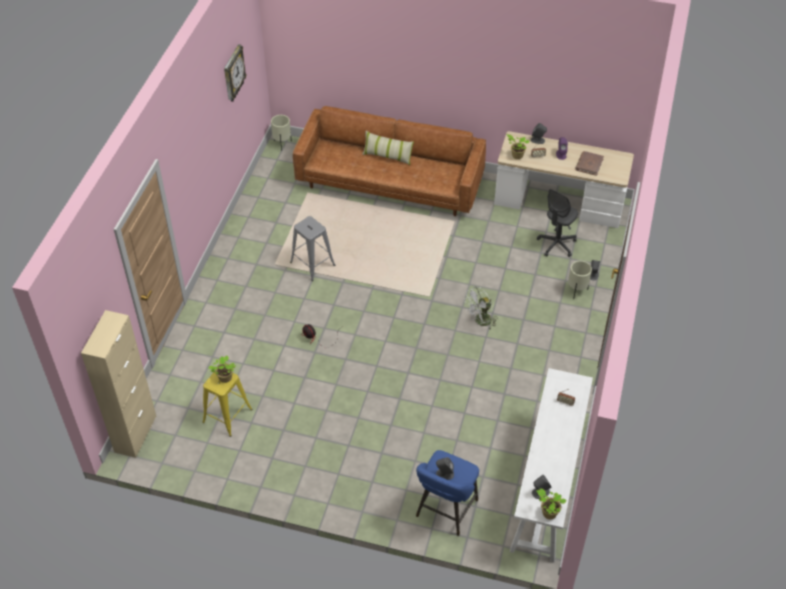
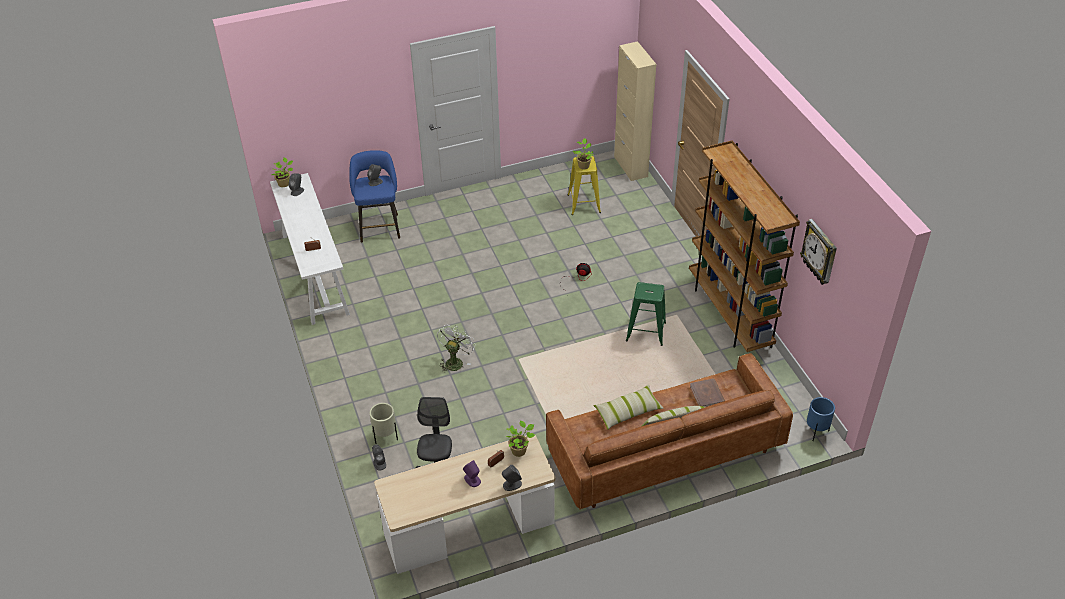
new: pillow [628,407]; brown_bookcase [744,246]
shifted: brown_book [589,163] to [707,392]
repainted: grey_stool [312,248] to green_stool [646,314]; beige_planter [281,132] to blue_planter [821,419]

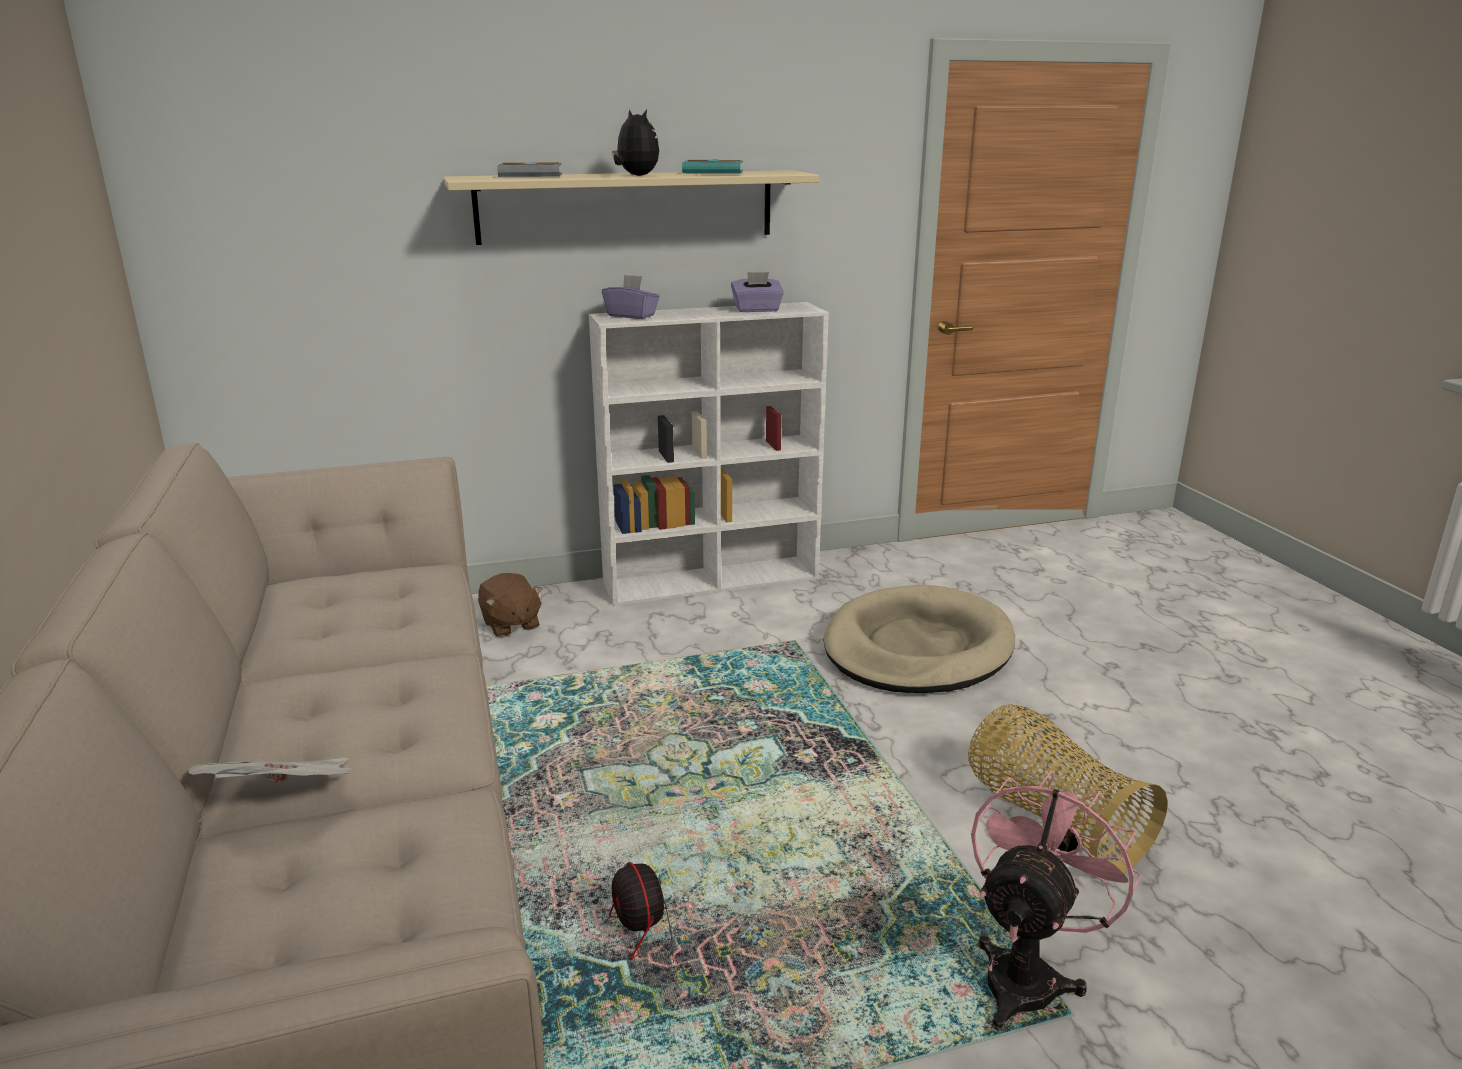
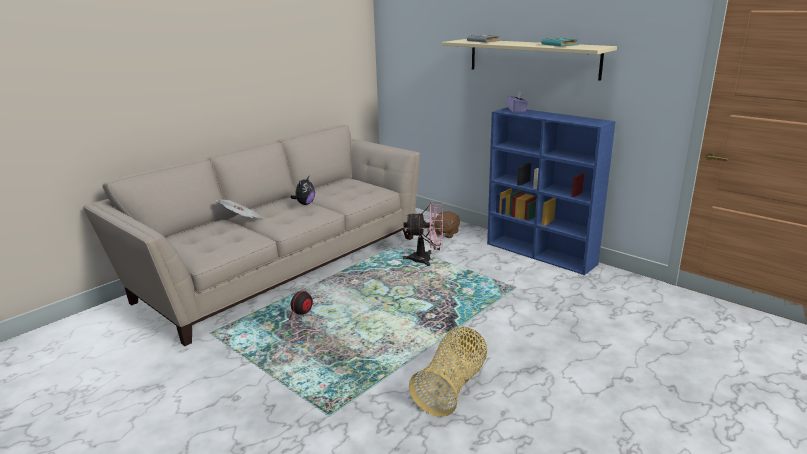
gone: purple_tissue_box [757,292]; beige_dog_bed [919,639]
shifted: plush_toy [635,143] to [302,190]; pink_fan [1056,901] to [423,234]
repainted: white_bookcase [709,454] to blue_bookcase [551,191]

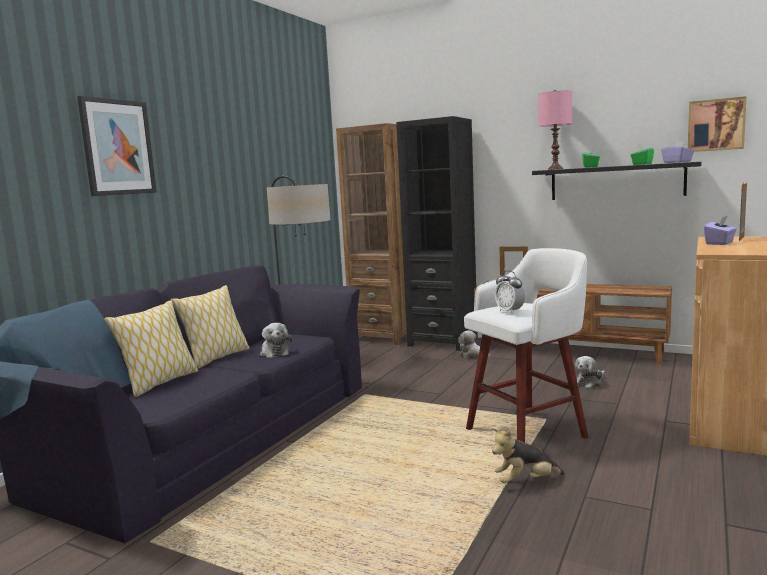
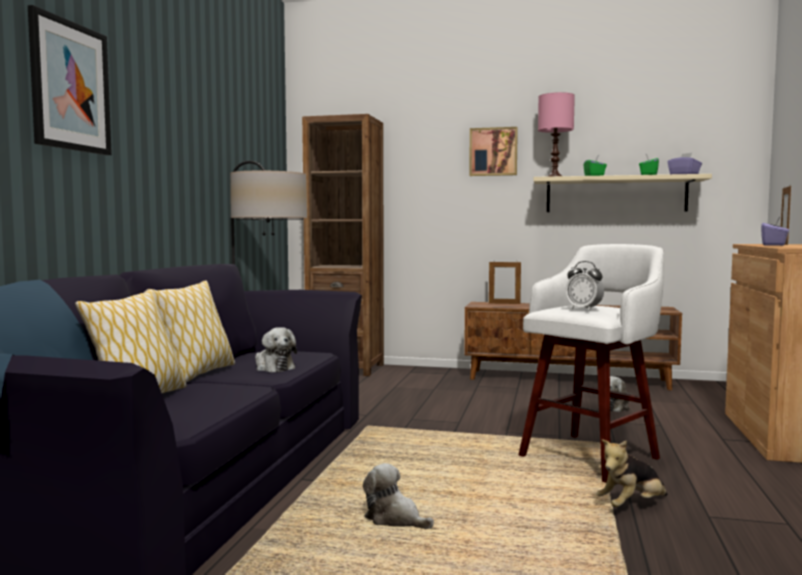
gone: black_bookcase [437,233]
shifted: plush_toy [474,344] to [398,496]; picture [717,124] to [493,151]
repainted: black_shelf [617,181] to beige_shelf [622,193]

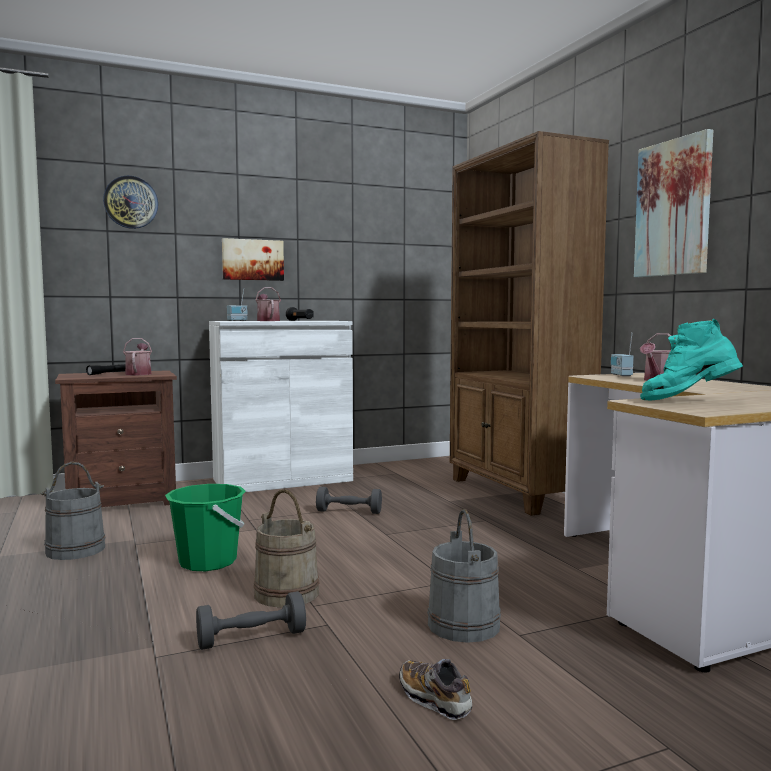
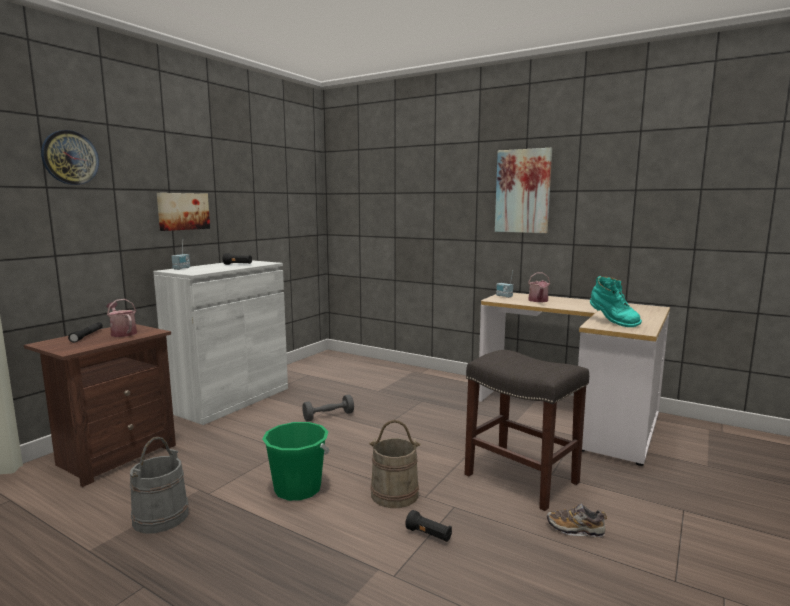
gone: watering_can [268,304]; brown_bookcase [529,323]
swapped: grey_dumbbell [251,620] to black_flashlight [428,526]; grey_bucket [464,576] to grey_stool [527,430]
rotated: turquoise_boot [691,359] = [616,301] 90 degrees counterclockwise

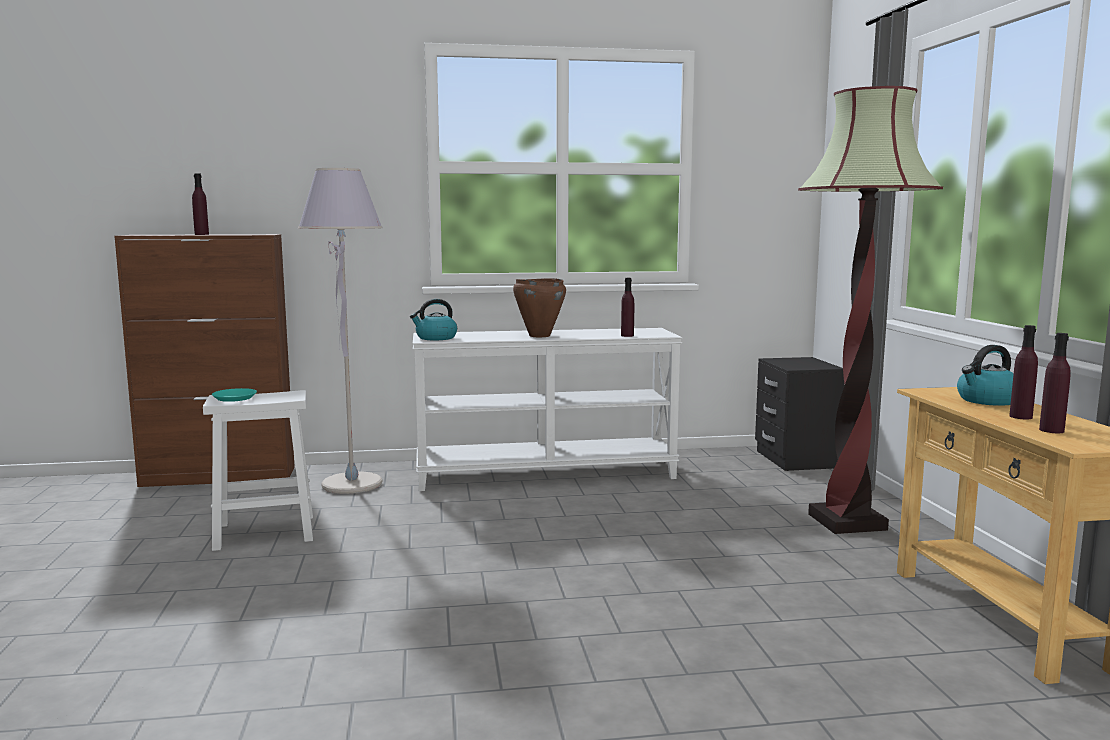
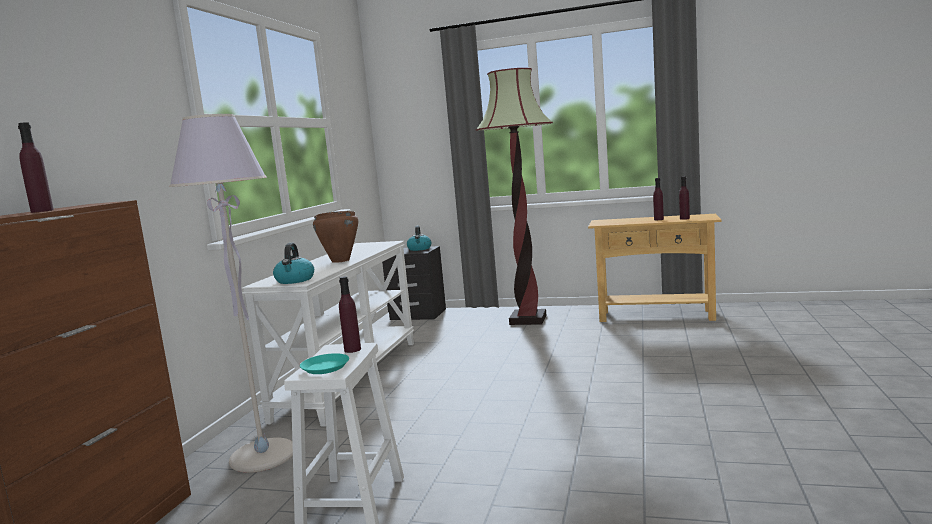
shifted: purple_bottle [627,307] to [350,314]; kettle [985,375] to [419,238]

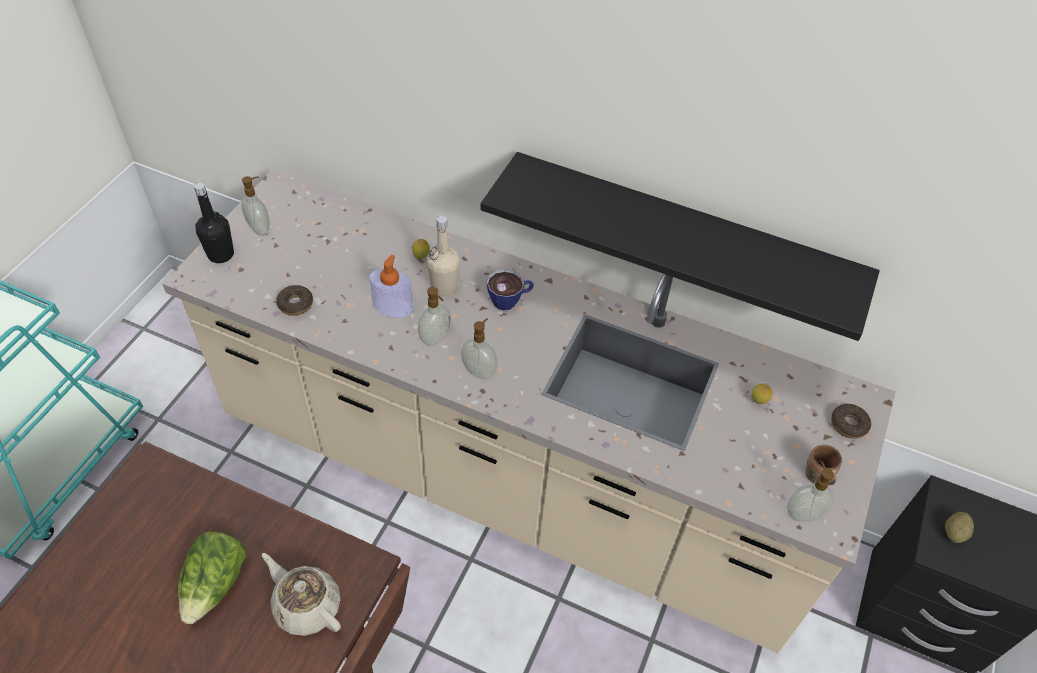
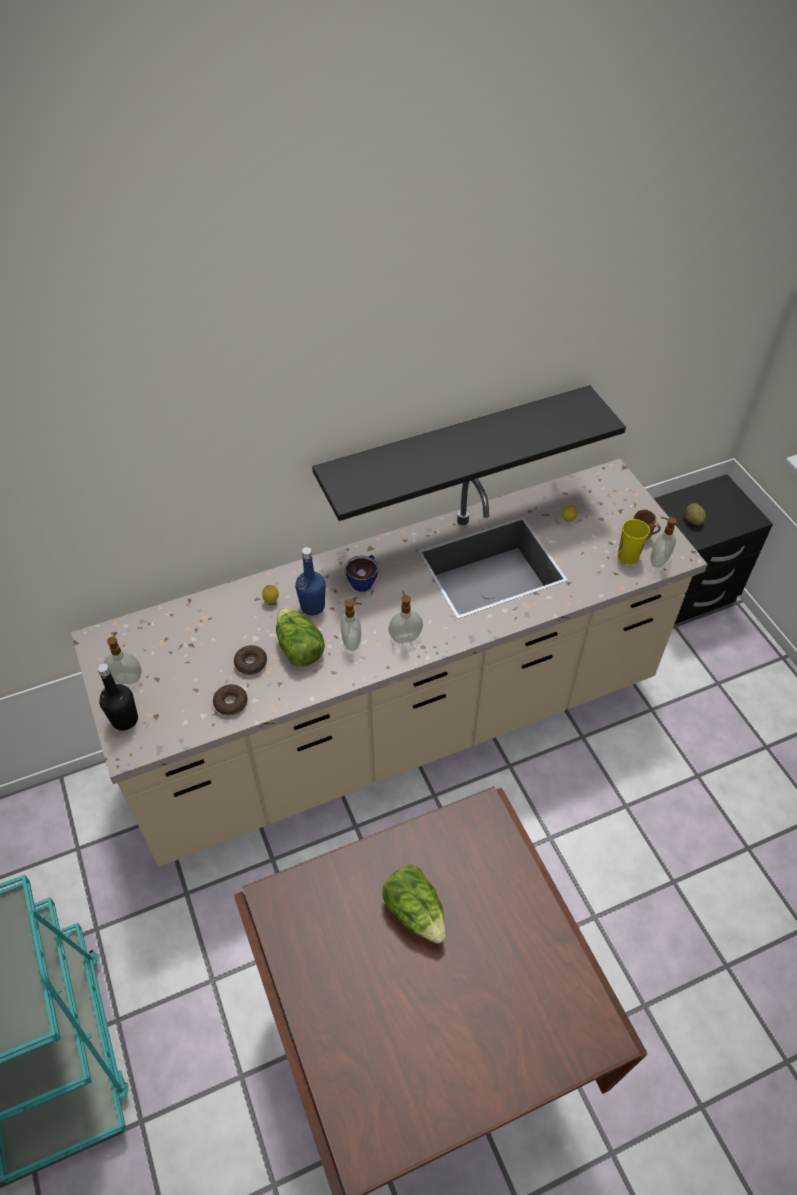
gone: beige_teapot [301,594]
new: cup [634,541]
shifted: donut [851,421] to [250,660]
swapped: soap_dispenser [391,286] to lettuce [300,637]
repainted: beige_bottle [443,256] to blue_bottle [310,581]

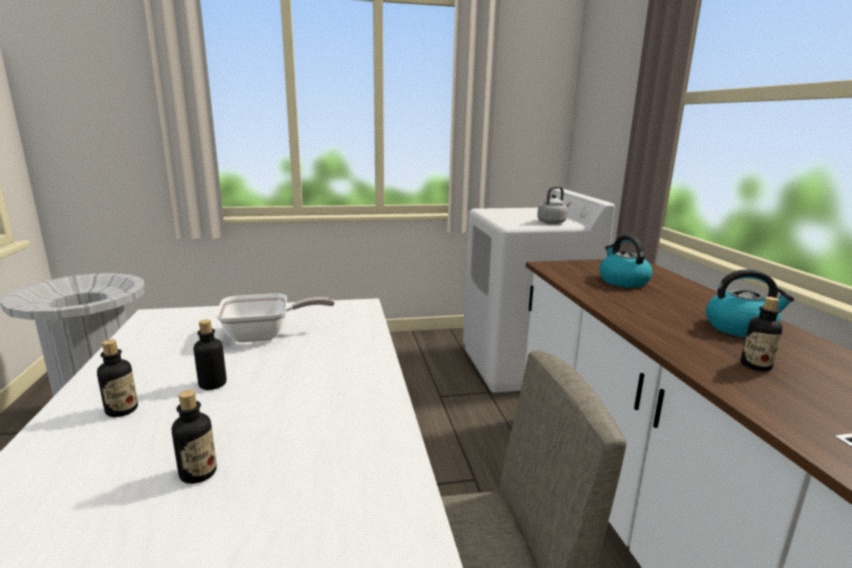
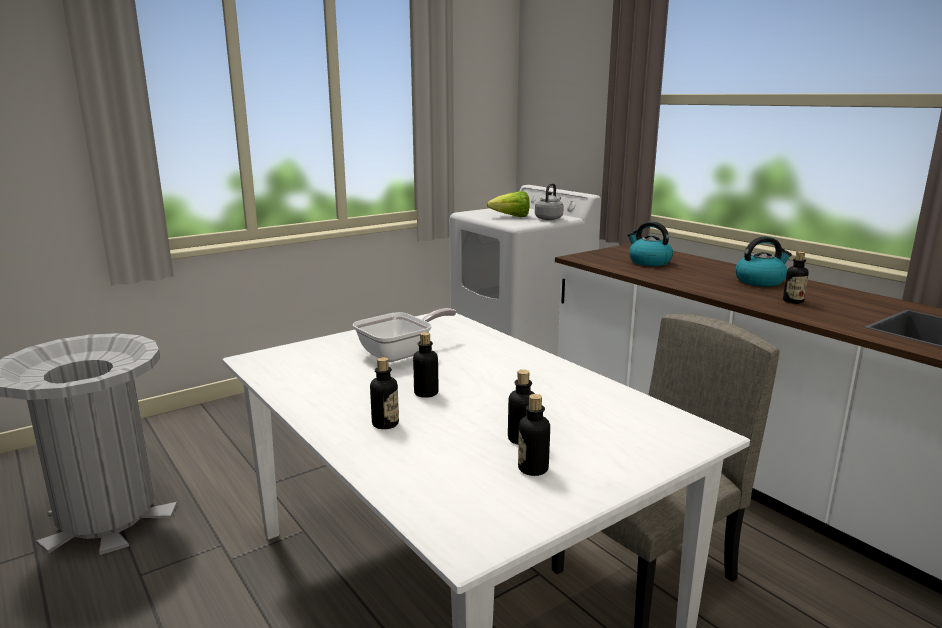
new: lettuce [508,204]; bottle [534,435]

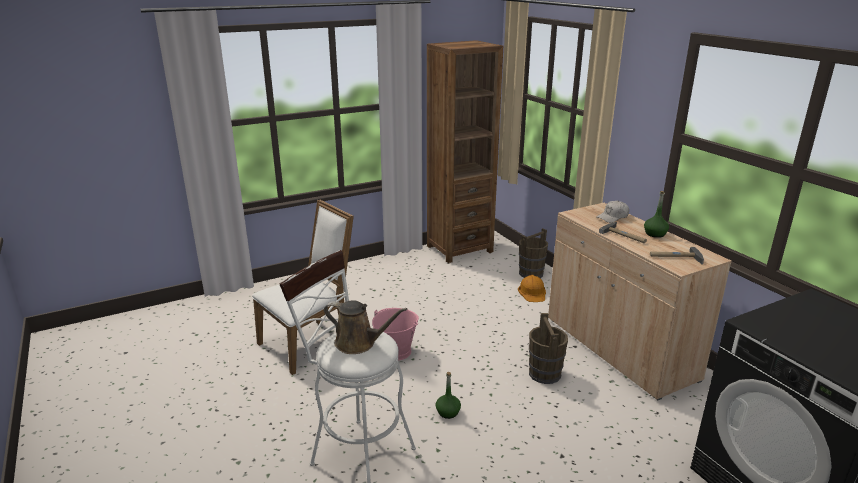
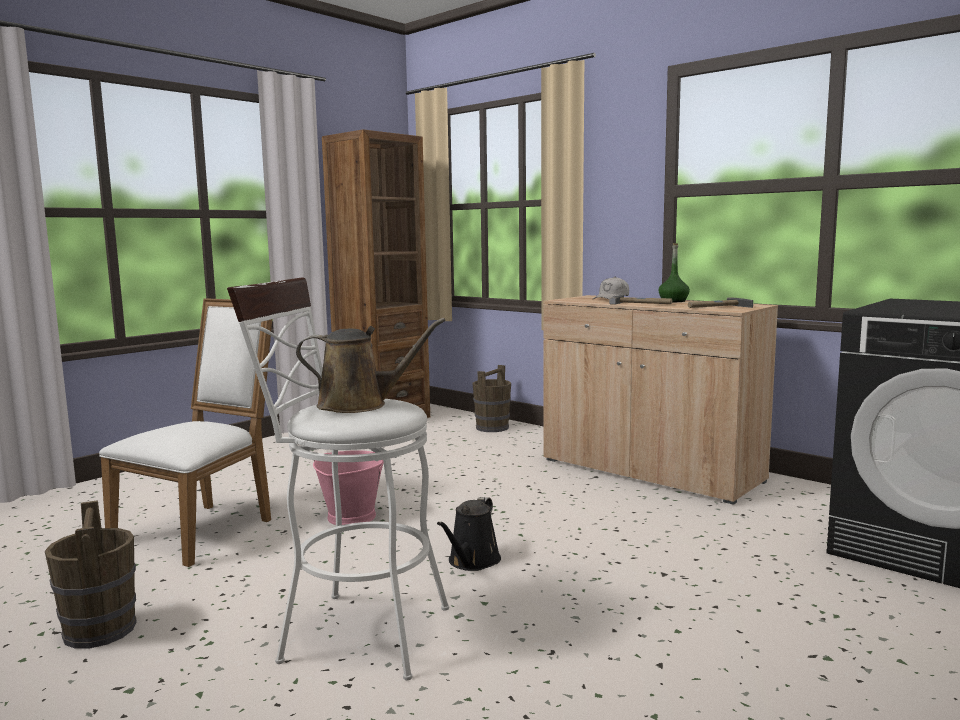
gone: orange_hard_hat [532,288]
shifted: brown_bucket [548,348] to [90,574]
swapped: green_bottle [448,395] to black_watering_can [469,534]

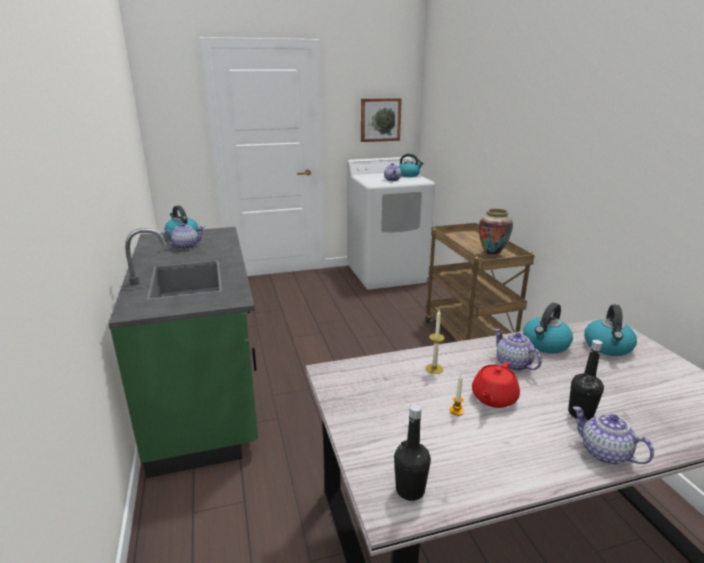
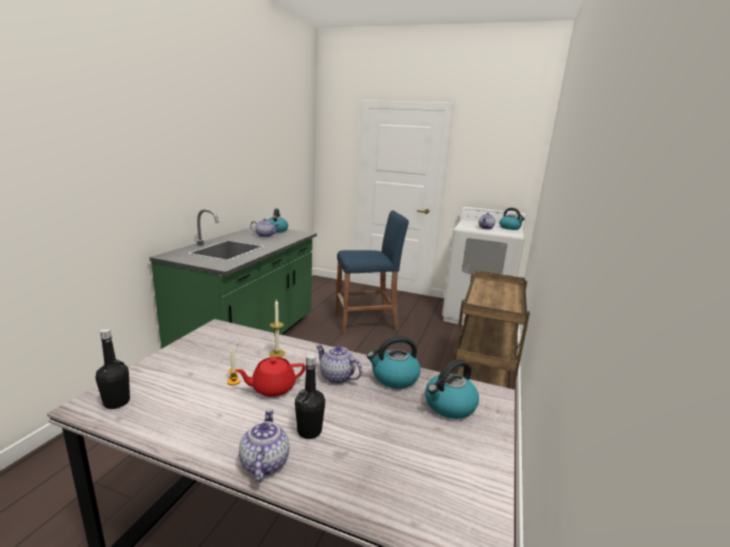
gone: picture [381,120]; vase [496,232]
new: blue_stool [372,271]
rotated: teapot [518,350] = [339,364] 60 degrees counterclockwise

